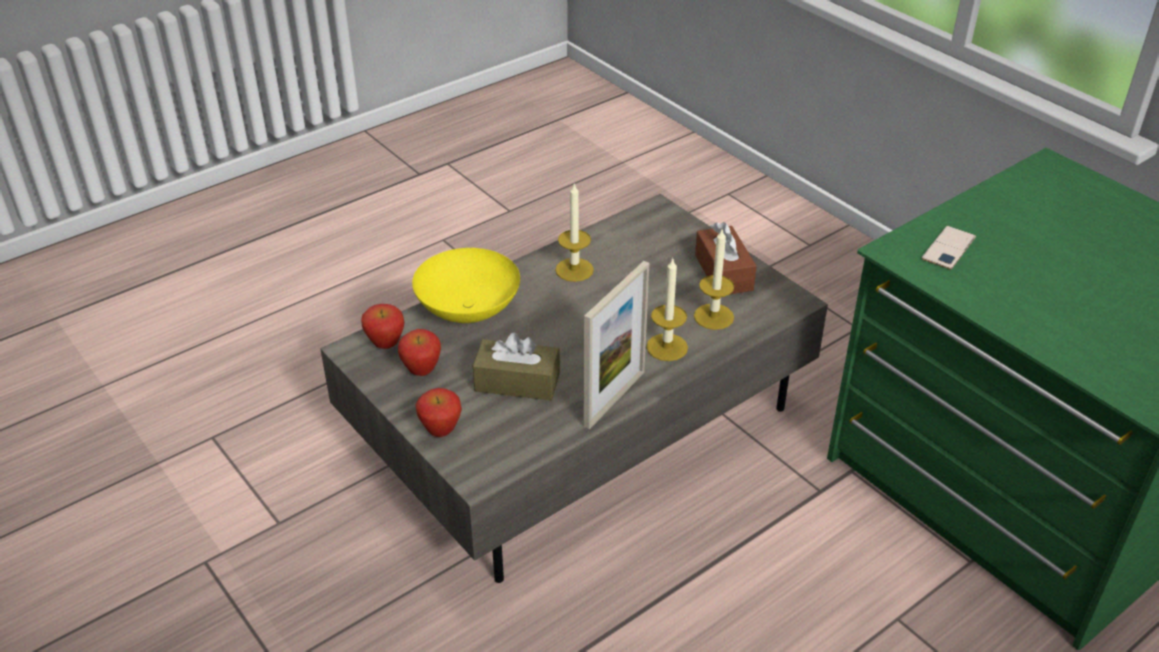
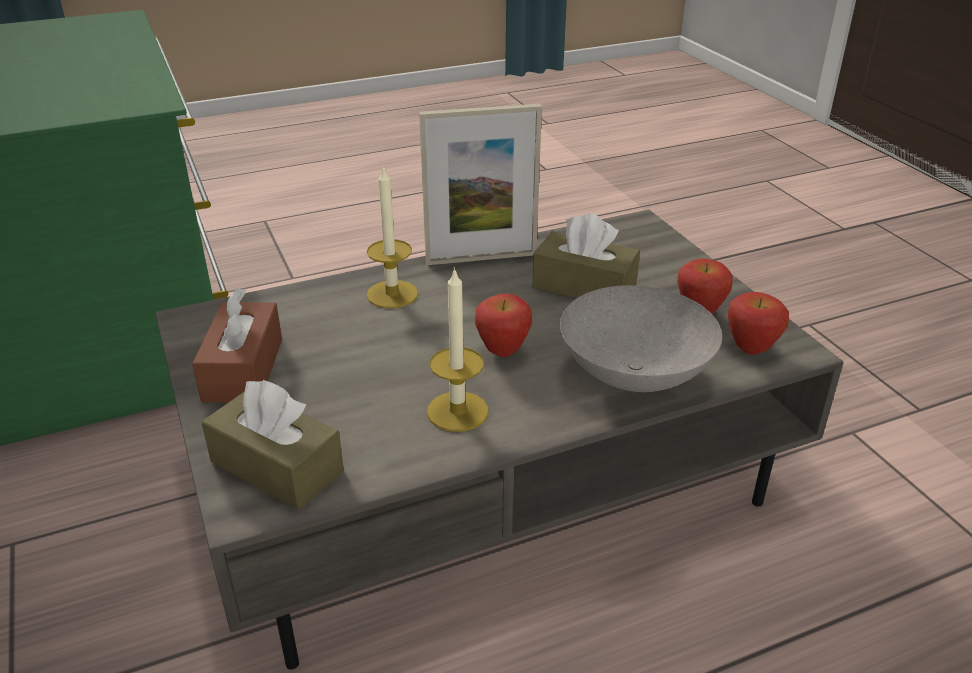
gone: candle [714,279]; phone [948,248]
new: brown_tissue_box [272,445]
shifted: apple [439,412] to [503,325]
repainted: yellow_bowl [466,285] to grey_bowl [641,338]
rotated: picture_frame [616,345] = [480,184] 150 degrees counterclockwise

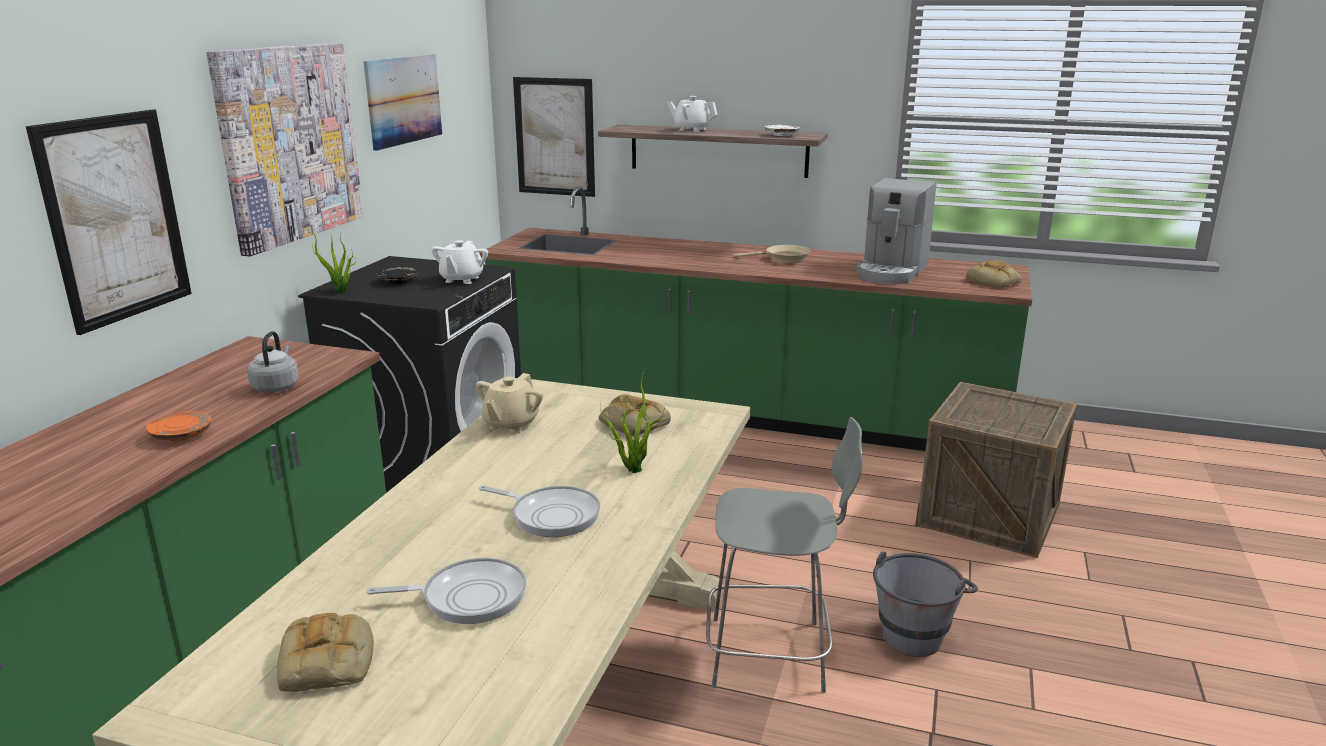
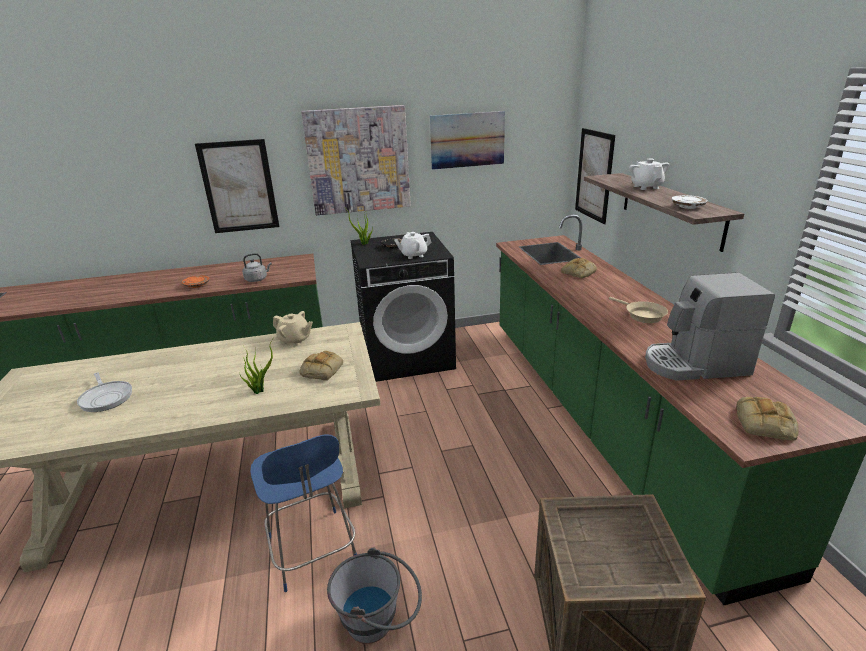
gone: frying_pan [539,511]
shifted: bread [325,652] to [579,268]
repainted: grey_chair [784,555] to blue_chair [303,513]
rotated: beige_teapot [509,403] = [293,328] 150 degrees counterclockwise

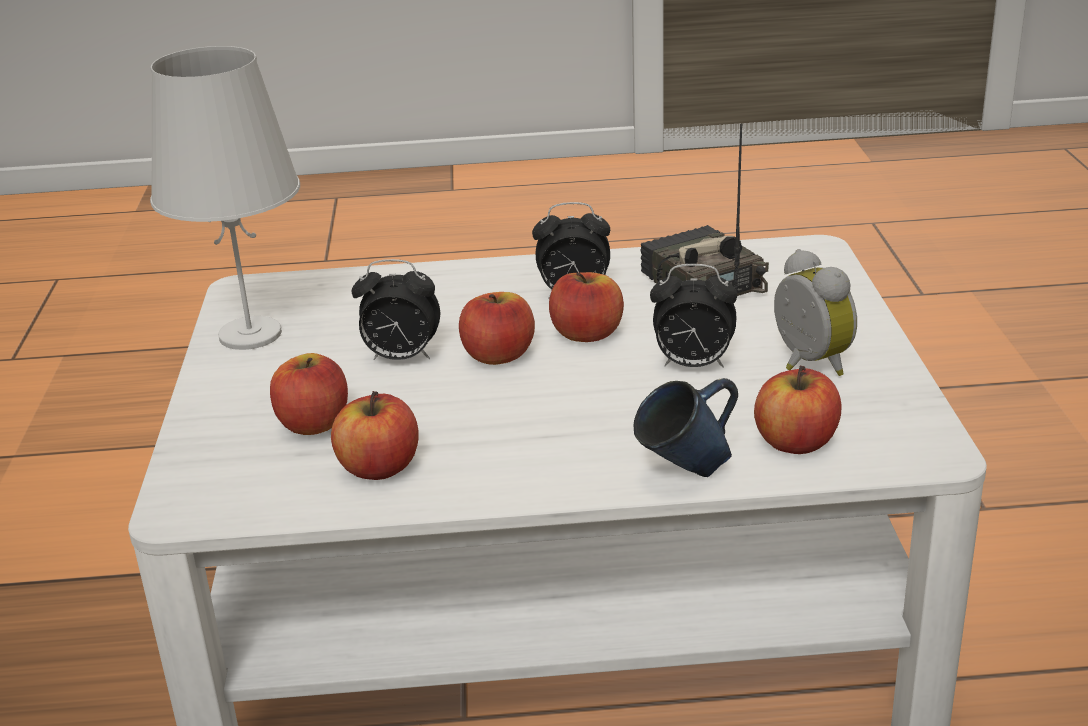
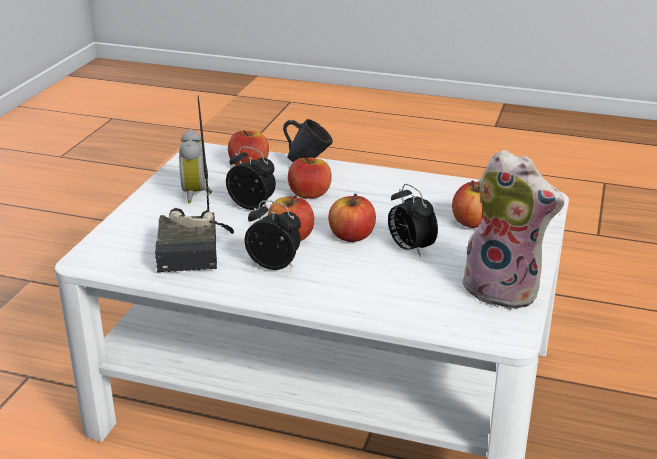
shifted: apple [375,435] to [310,178]
swapped: white_table_lamp [225,198] to plush_toy [511,230]
rotated: alarm_clock [395,309] = [413,220] 150 degrees counterclockwise

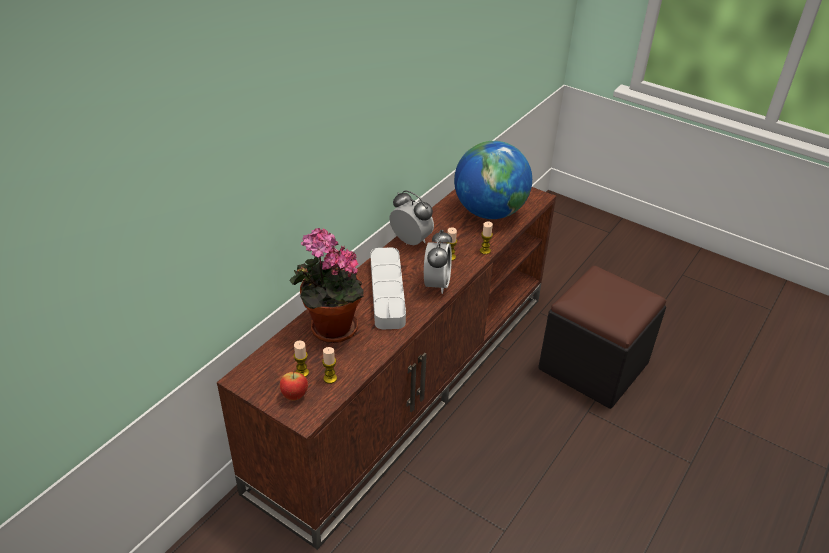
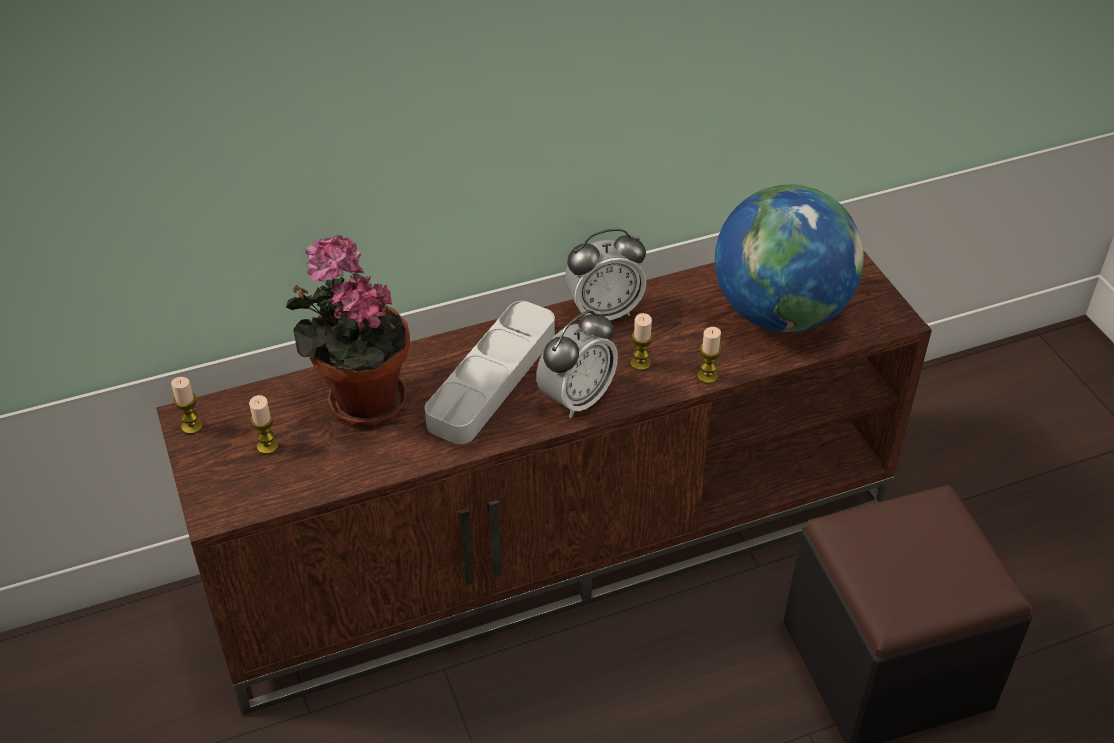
gone: apple [294,386]
shifted: candle [329,365] to [187,405]
rotated: alarm_clock [411,217] = [605,274] 90 degrees clockwise

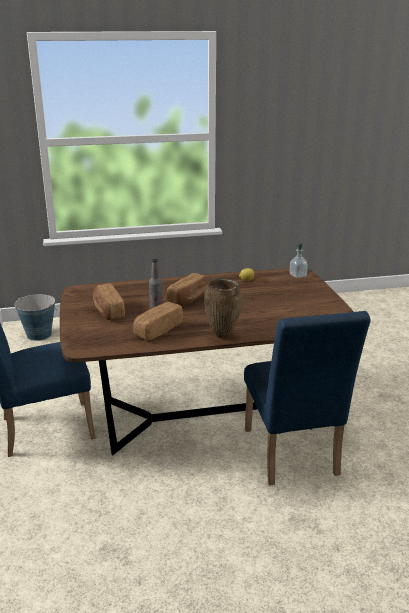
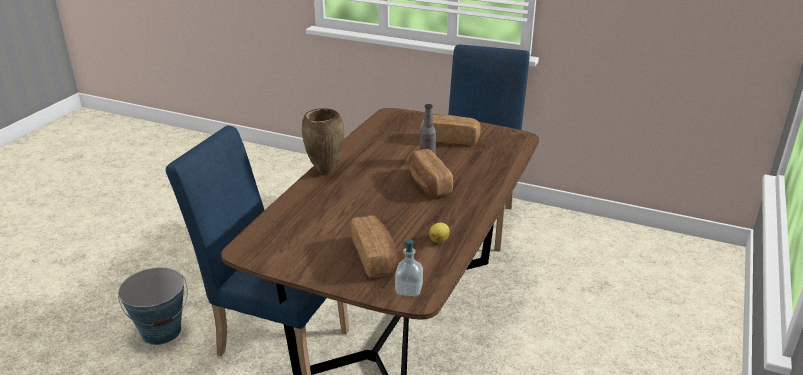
shifted: bucket [36,317] to [153,306]; bread [158,321] to [374,246]

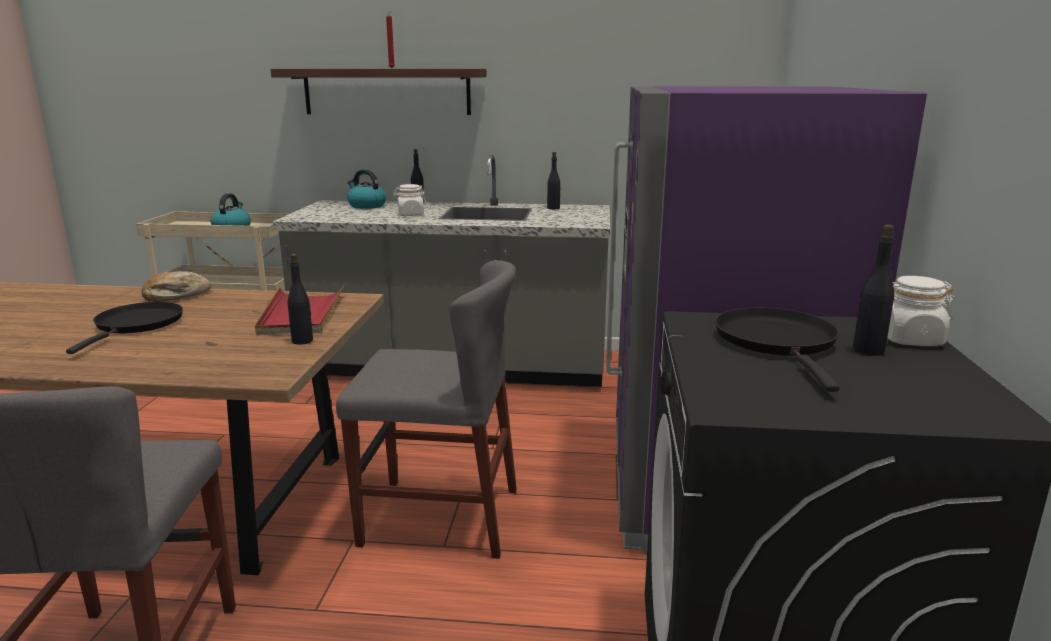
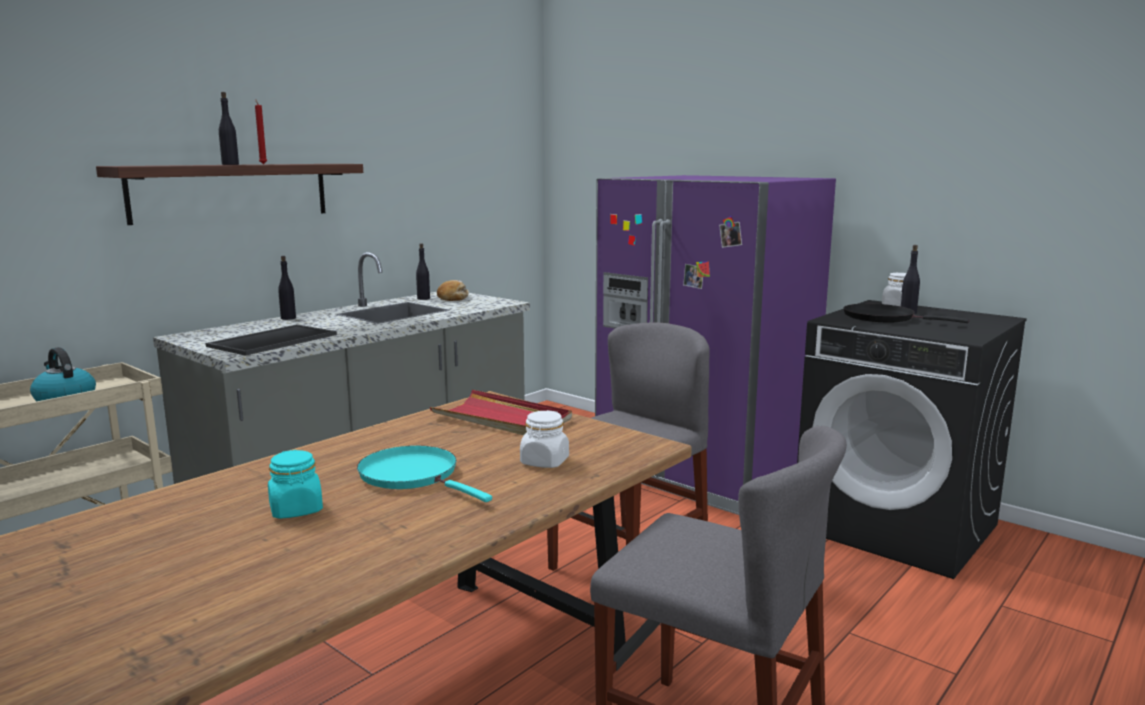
gone: kettle [366,189]
new: tray [271,340]; turquoise_jar [295,484]
shifted: black_bottle [300,299] to [229,128]; bread [176,286] to [453,290]; white_jar [409,200] to [544,439]
repainted: black_frying_pan [124,328] to turquoise_frying_pan [424,474]

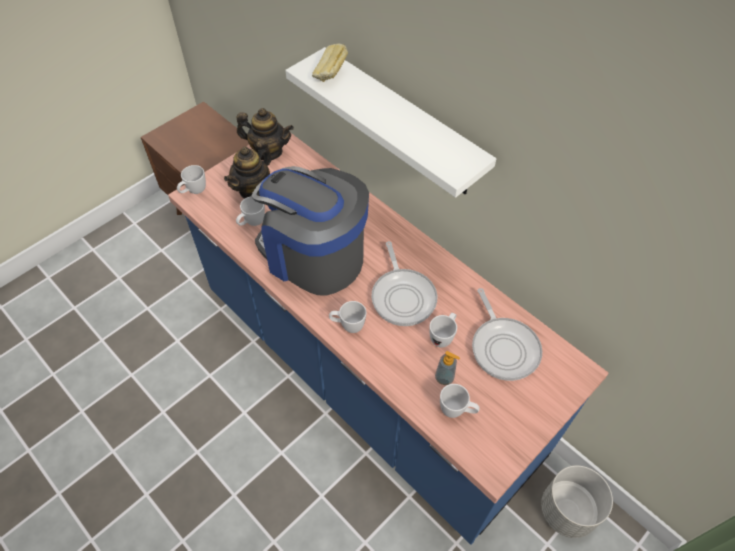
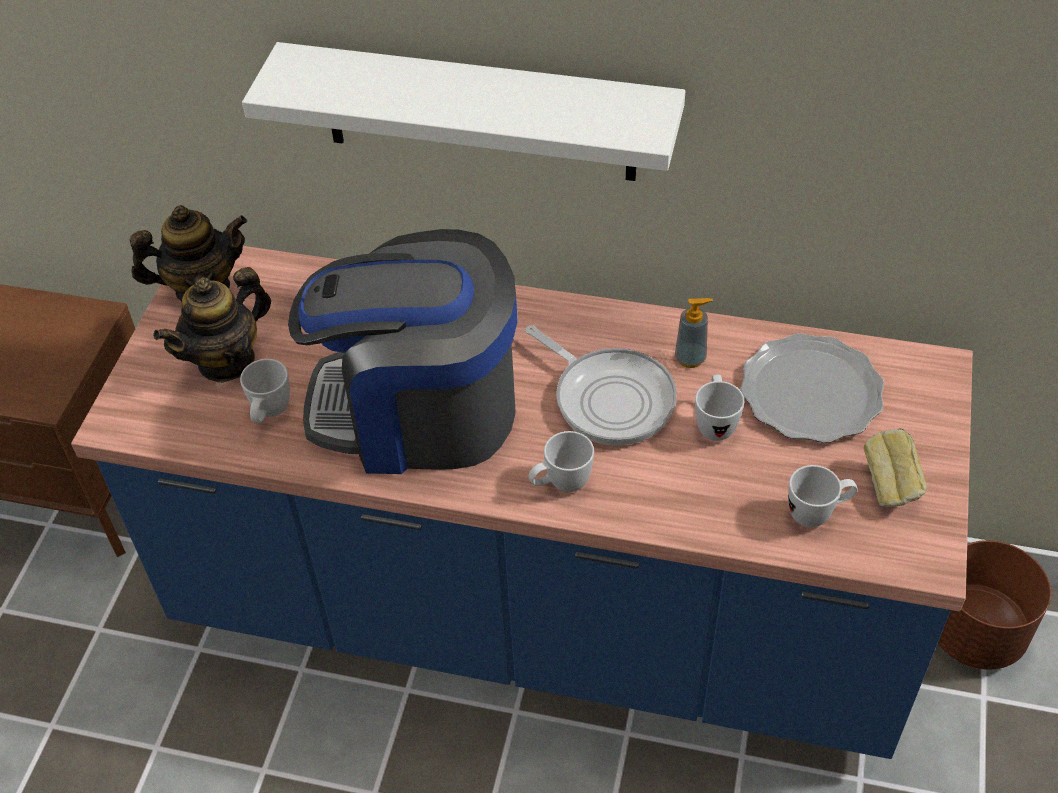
gone: white_mug [191,179]
shifted: soap_dispenser [447,368] to [694,333]; bread [330,62] to [895,467]
swapped: frying_pan [507,334] to plate [812,388]
repainted: grey_planter [577,501] to brown_planter [994,605]
rotated: teapot [248,169] = [212,325] 45 degrees clockwise

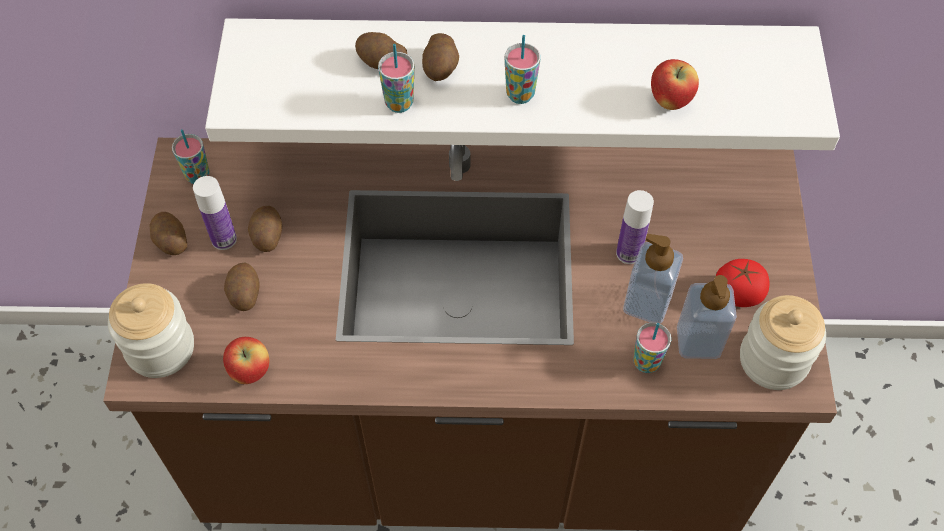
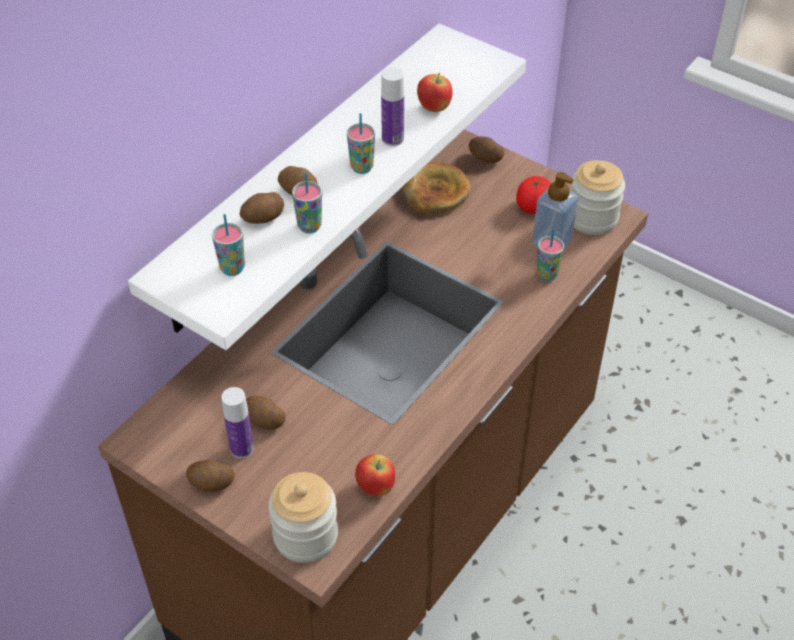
gone: soap_dispenser [653,279]
new: bread [436,188]
shifted: cup [191,156] to [228,245]; bottle [635,227] to [392,106]; potato [242,286] to [486,149]

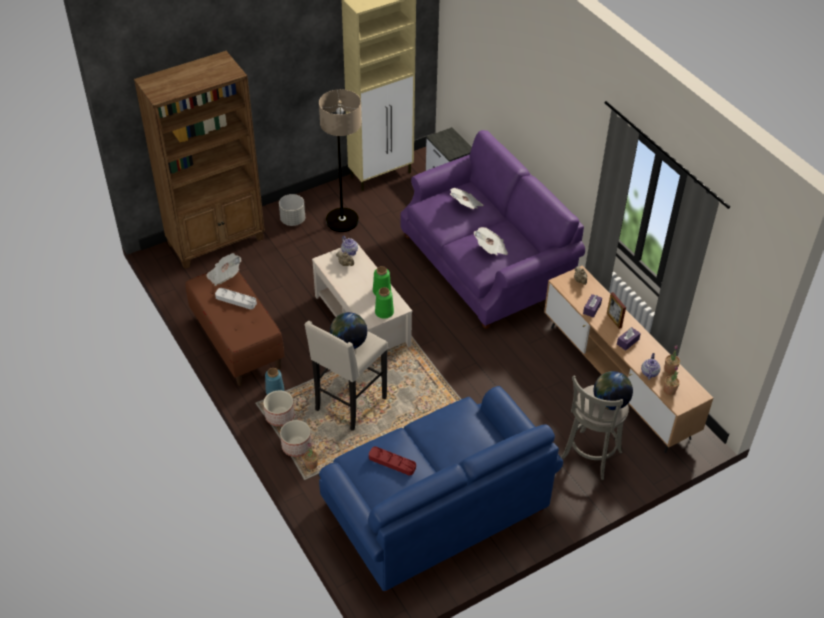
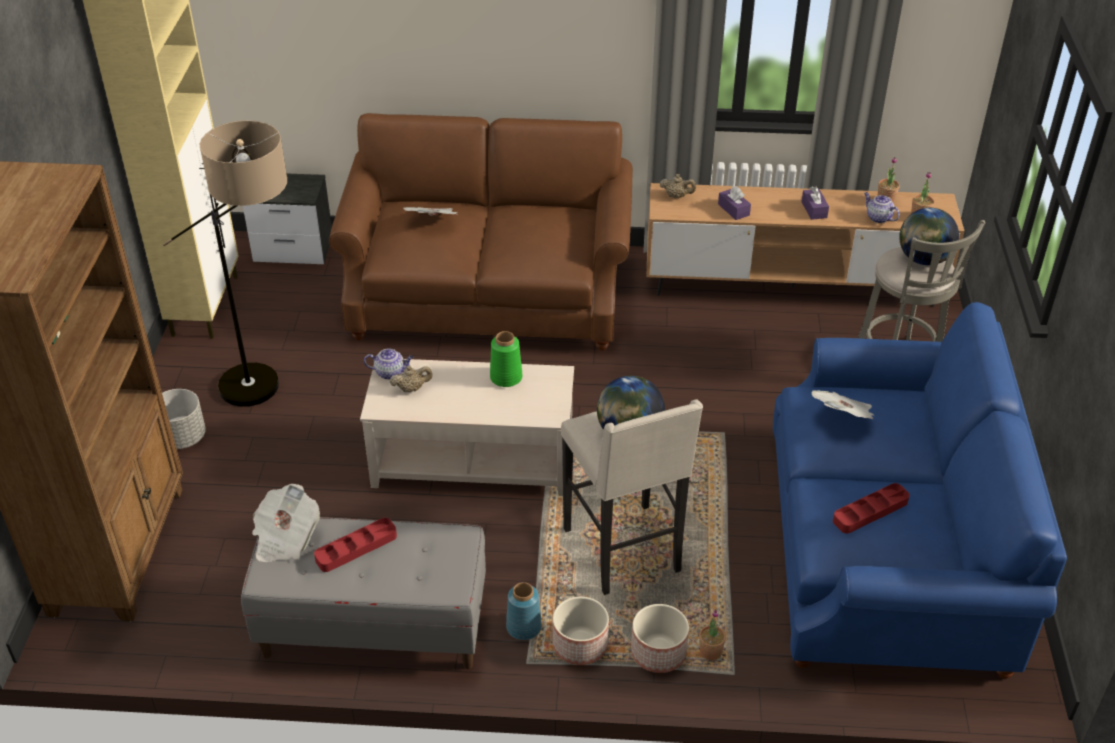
gone: green_vase [384,303]; picture_frame [616,310]
shifted: newspaper [491,241] to [842,404]
repainted: brown_bench [235,328] to grey_bench [363,593]; grey_tray [236,298] to red_tray [355,545]; purple_sofa [493,229] to brown_sofa [481,232]

